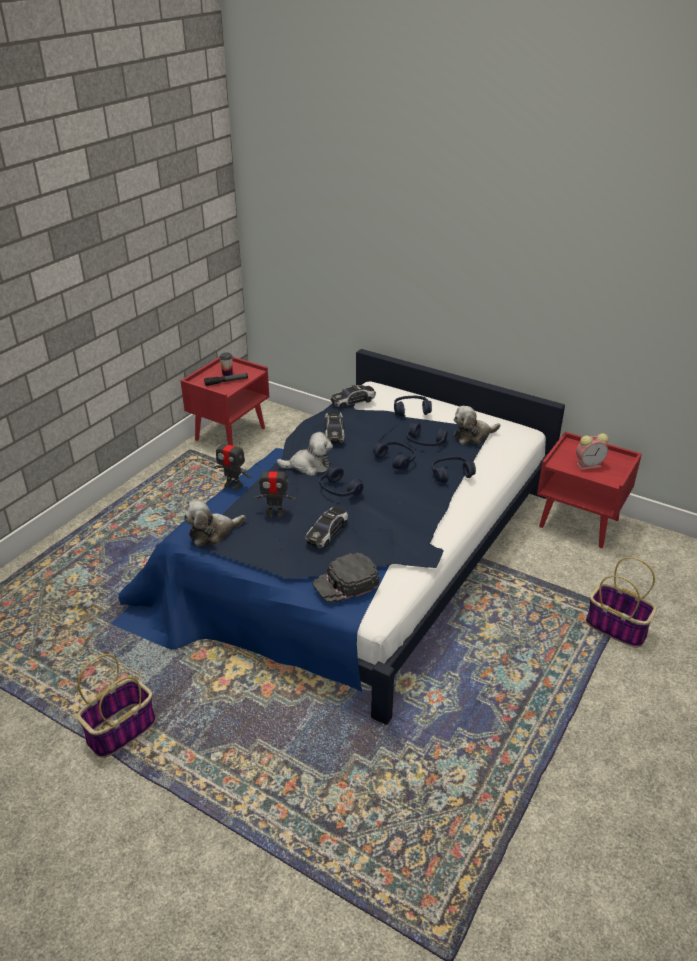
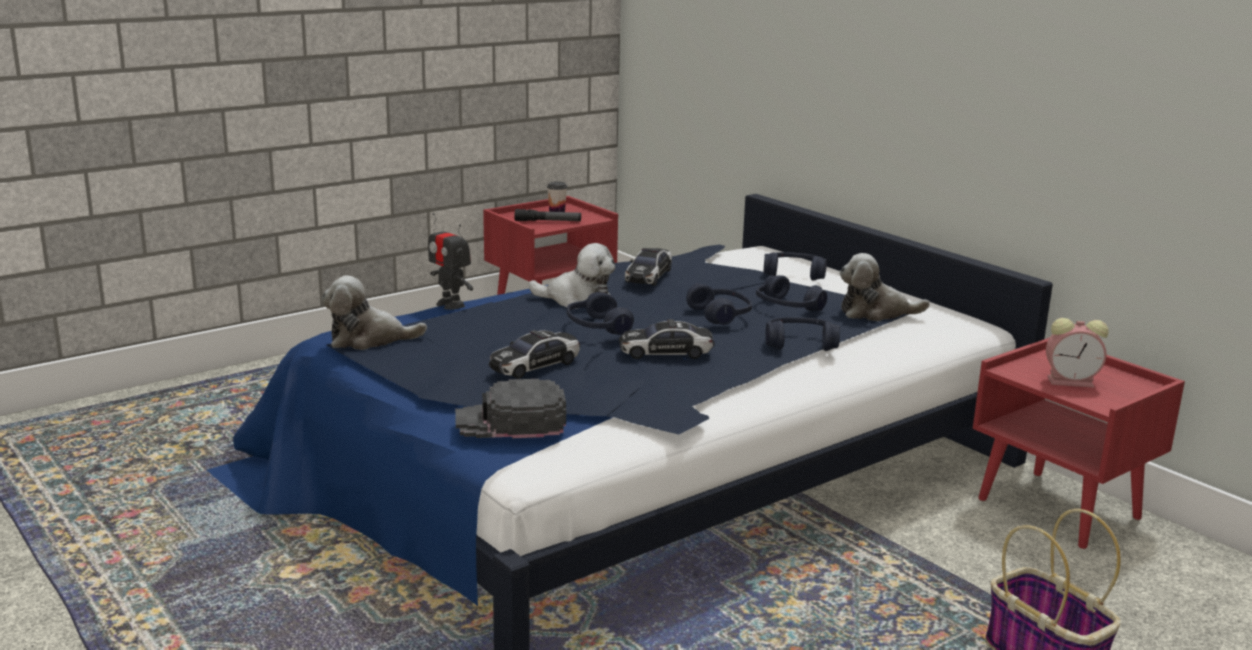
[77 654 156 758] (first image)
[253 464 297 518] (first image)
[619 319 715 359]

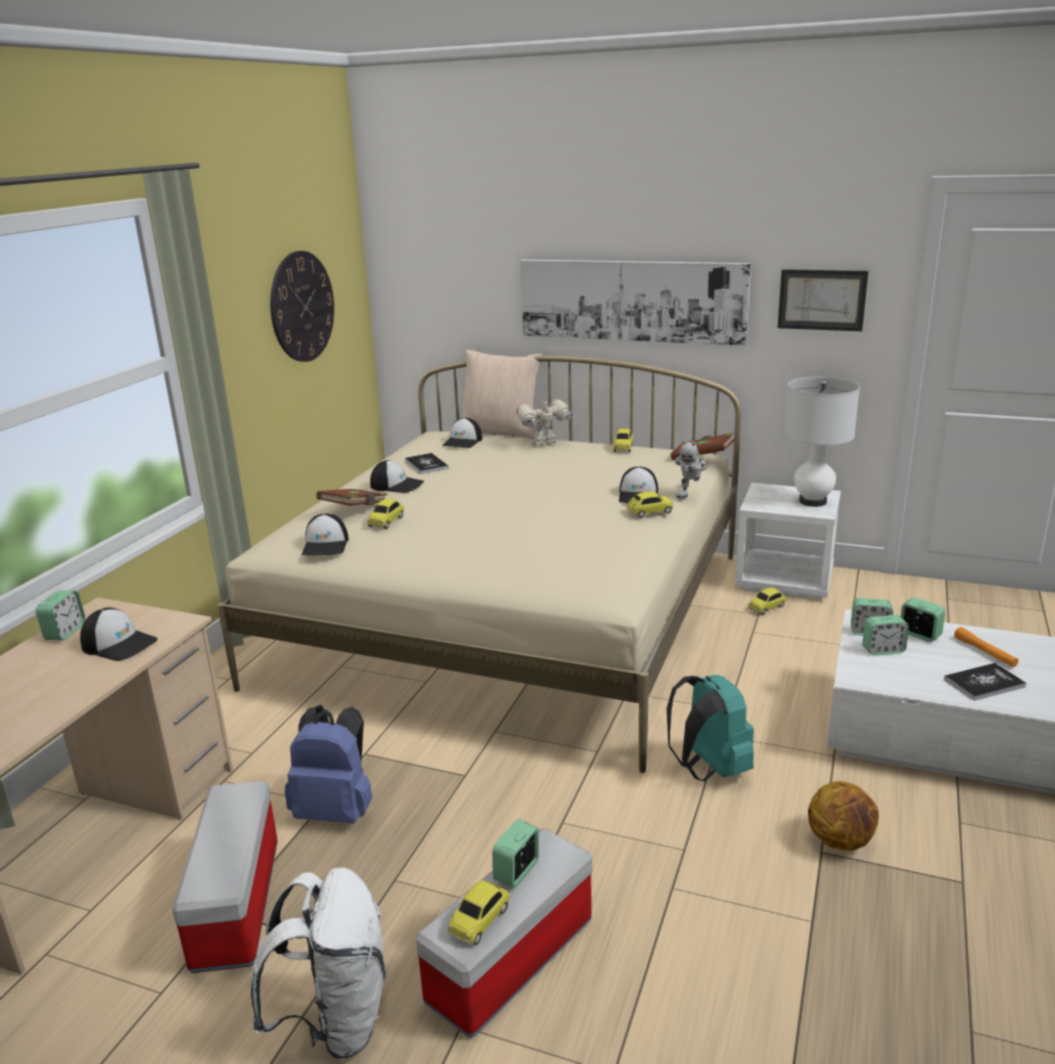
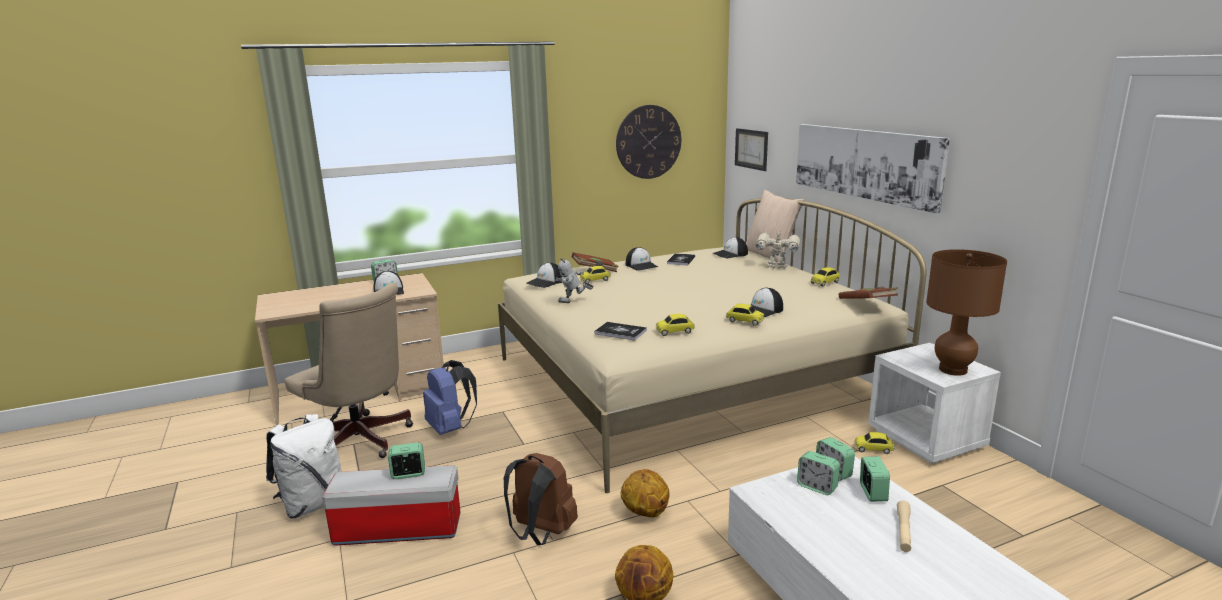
[285 282 413 458]
[656 314 695 336]
[621 469 670 517]
[555 258 594 303]
[735 128 768 171]
[926 249 1007 376]
[594 322 647 341]
[897 501 911 552]
[504 453 578 545]

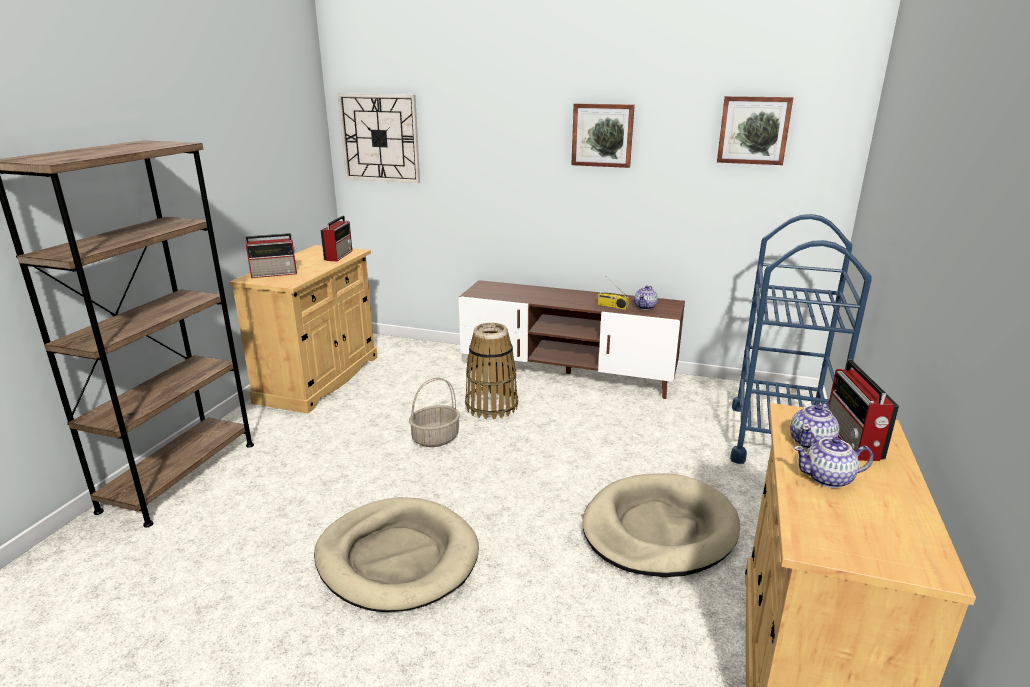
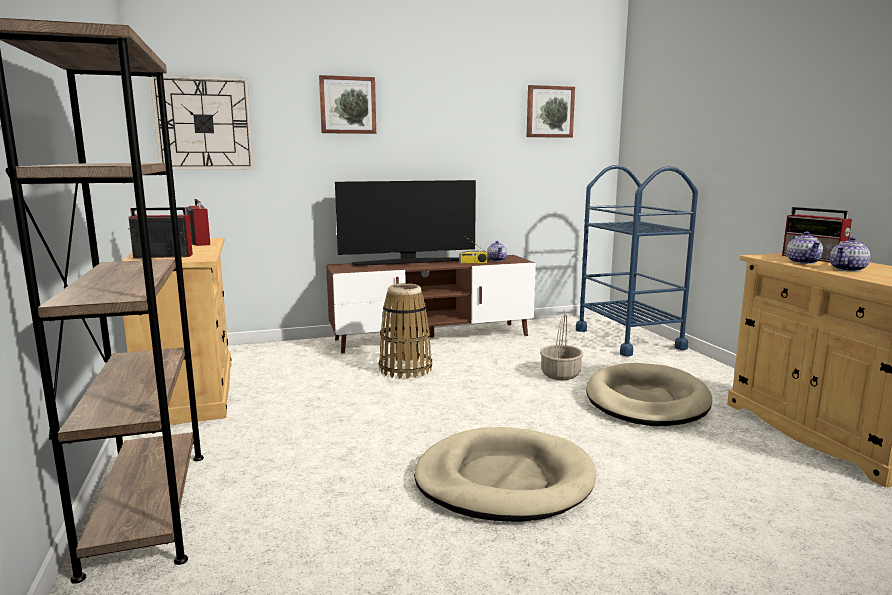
[128 207 193 258]
[540 313 583 380]
[319 75 376 134]
[335 180 476 266]

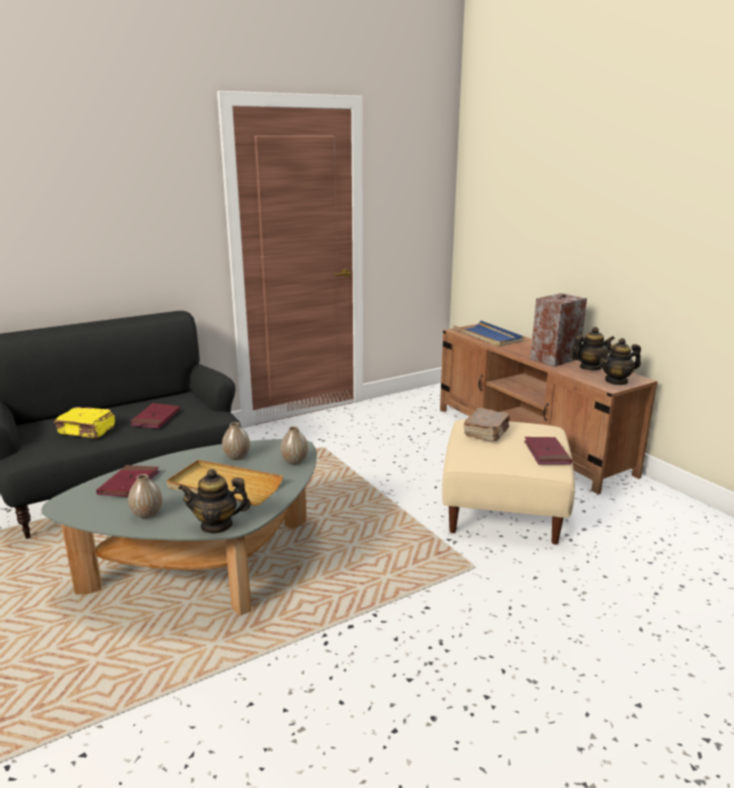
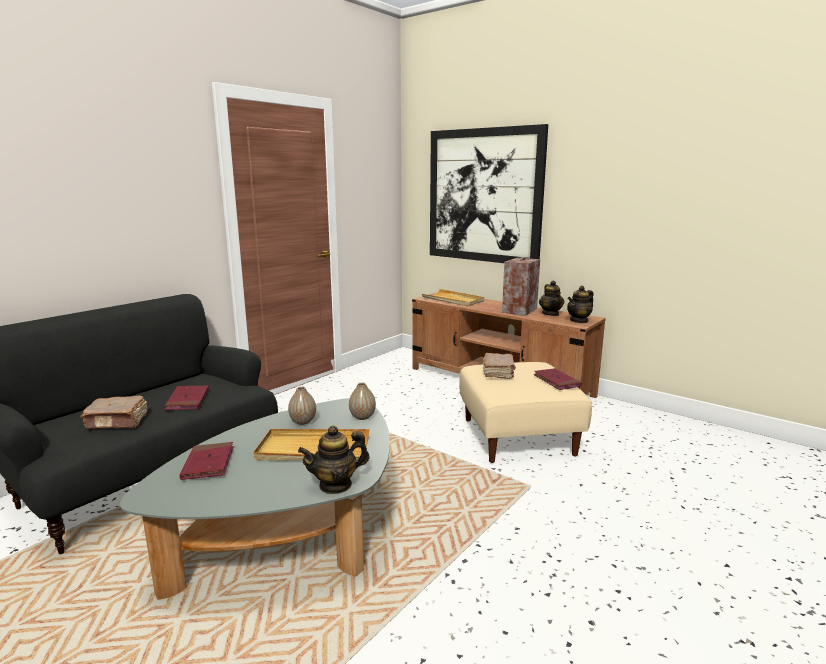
[80 396 147 429]
[128 474 162 519] (first image)
[422 289 484 306]
[539 281 565 316]
[430 124 548 263]

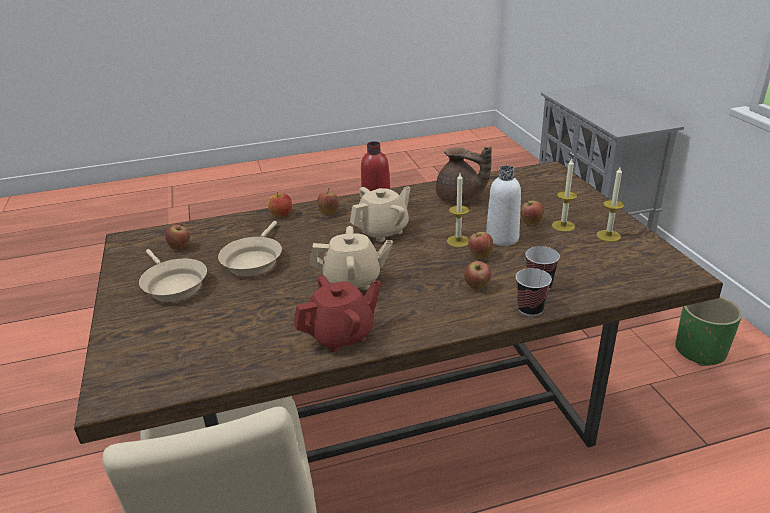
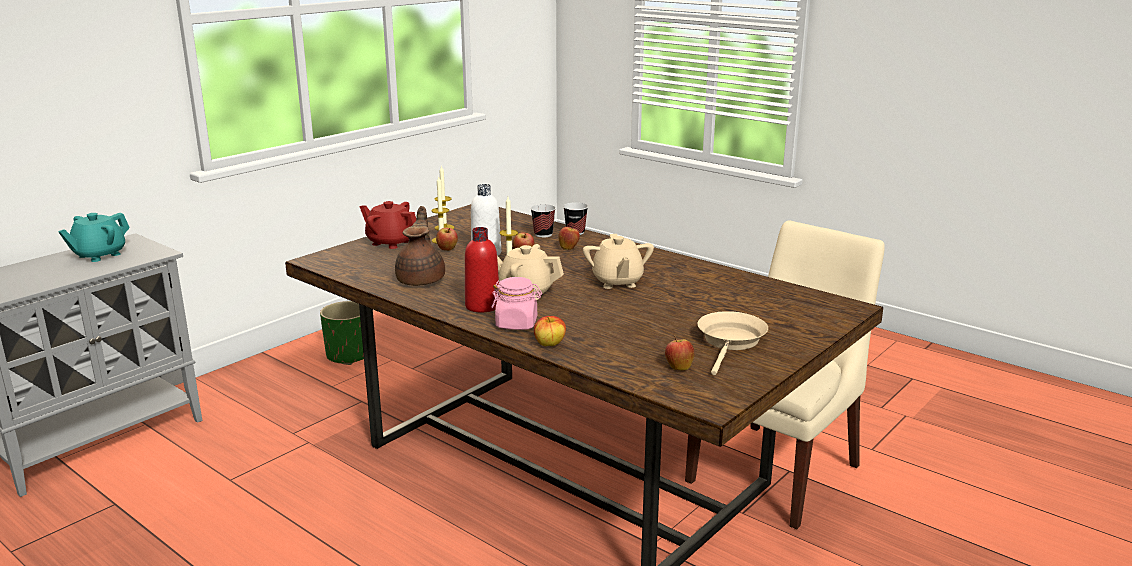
[218 221 282 276] (first image)
[360 201 416 249]
[583 234 654 289]
[491 277 542 330]
[58 213 130 262]

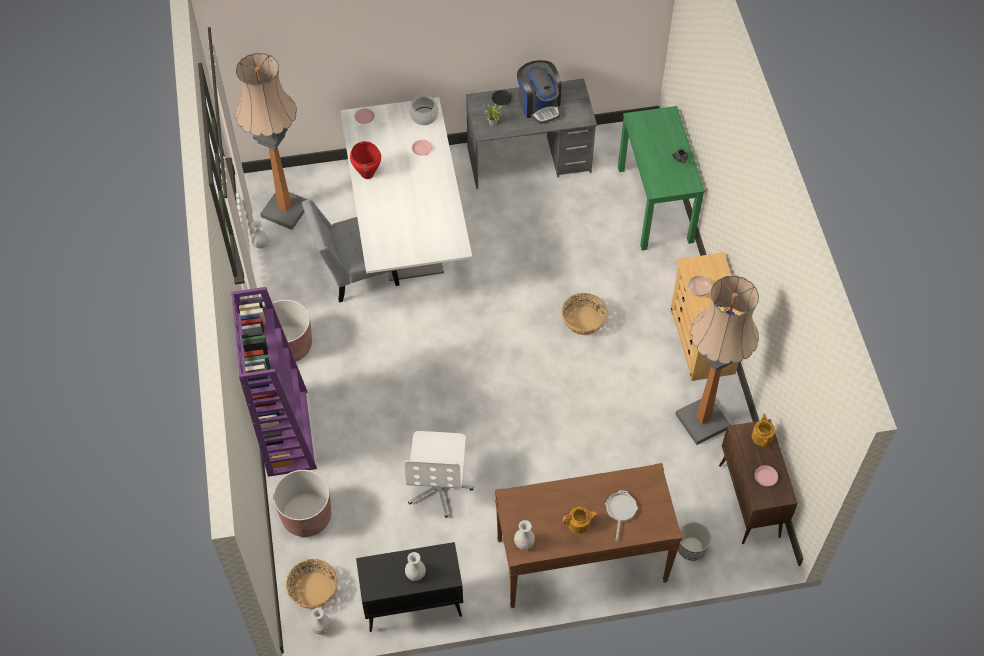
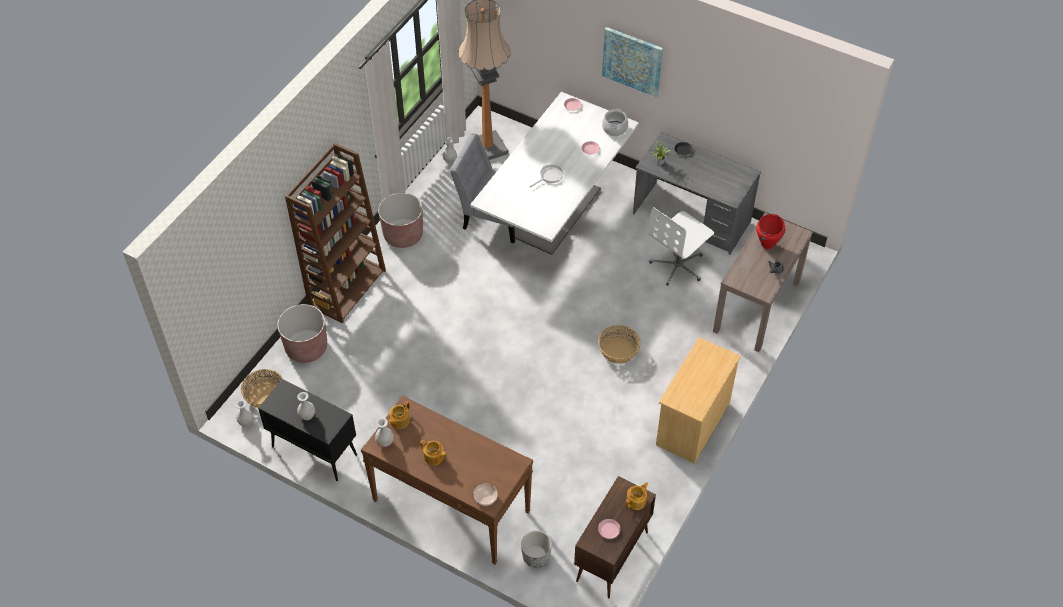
[285 143 386 323]
[756 214 785 249]
[648 207 714 286]
[517 60 562 124] (first image)
[530 164 564 187]
[713 213 813 352]
[675 276 759 445] (first image)
[473 484 498 506]
[388 401 410 429]
[602 27 663 97]

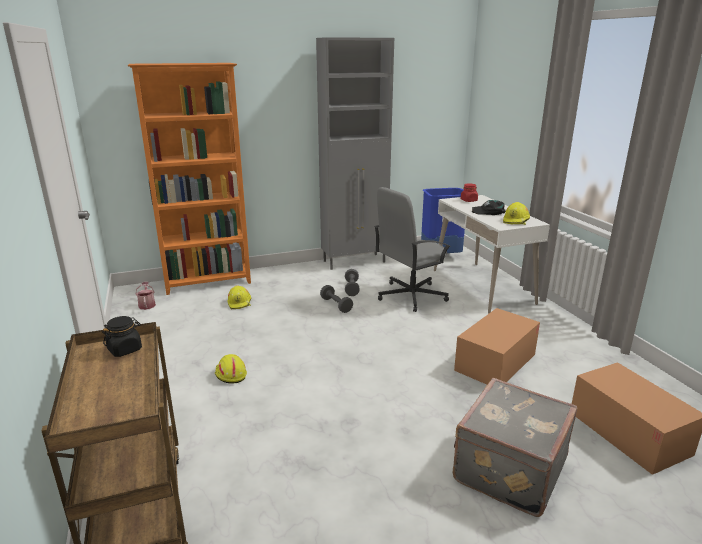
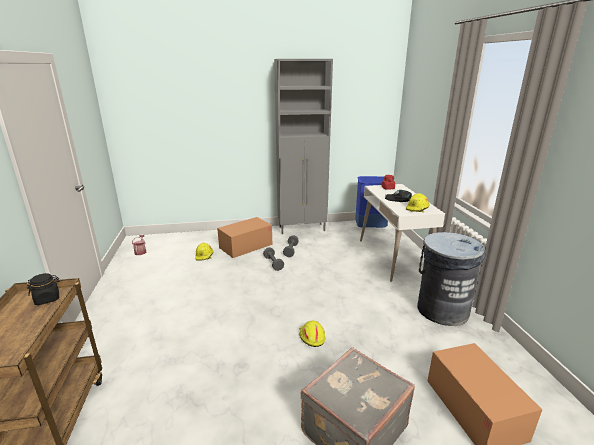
[128 63 251 295] (first image)
[299 321 326 347]
[374 187 451 312] (first image)
[217 217 272 258]
[417 232 486 326]

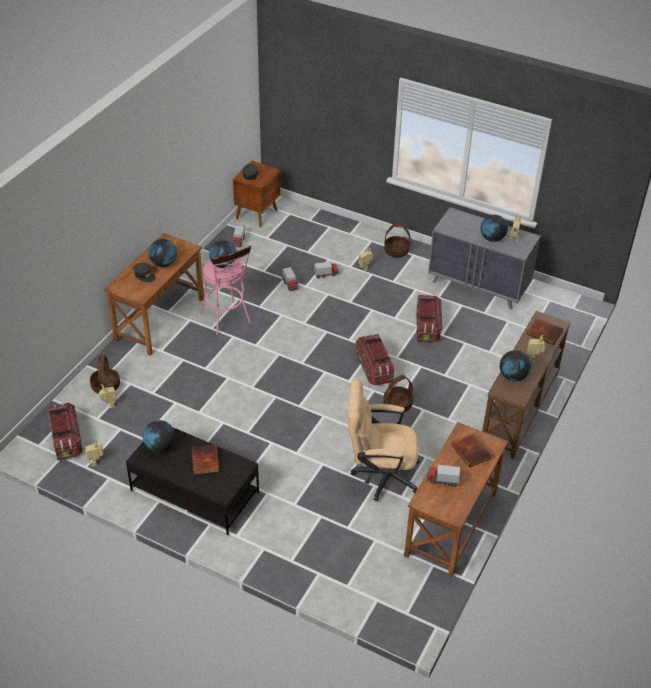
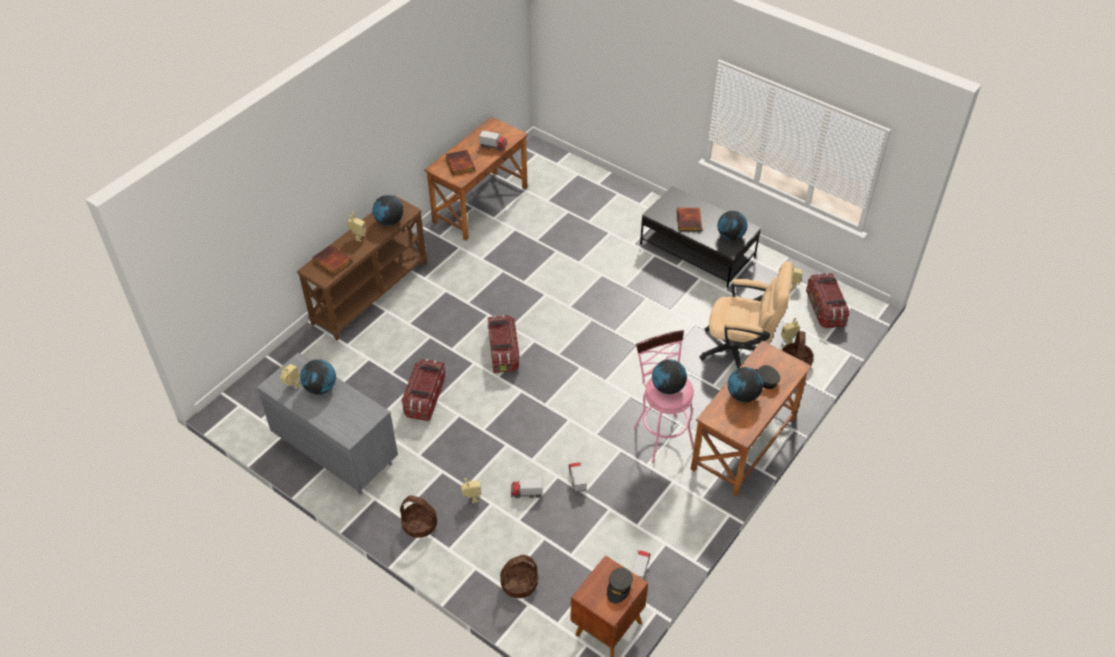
[699 261 793 368]
[500 555 538 598]

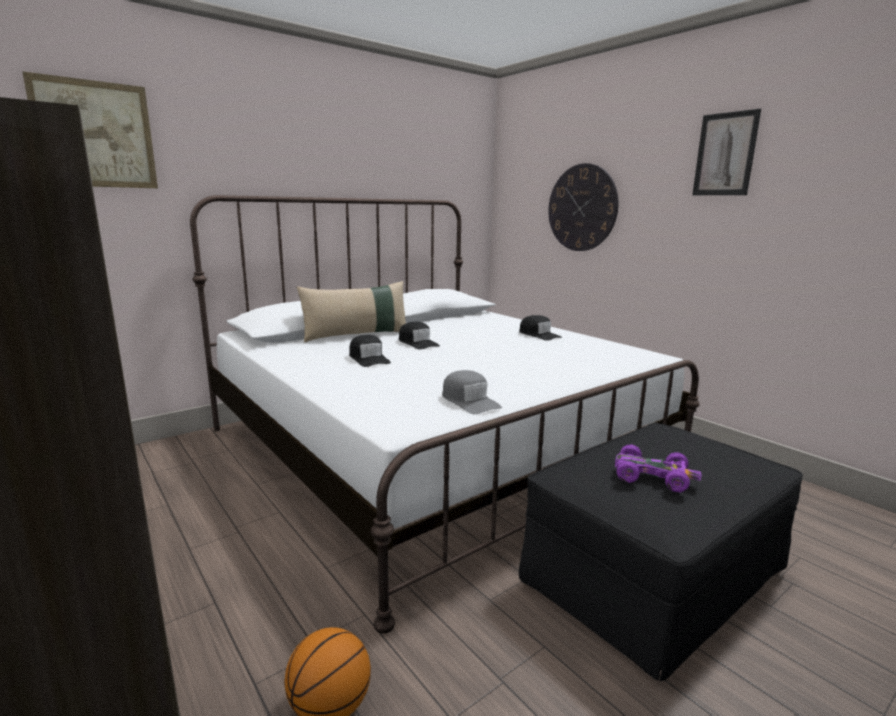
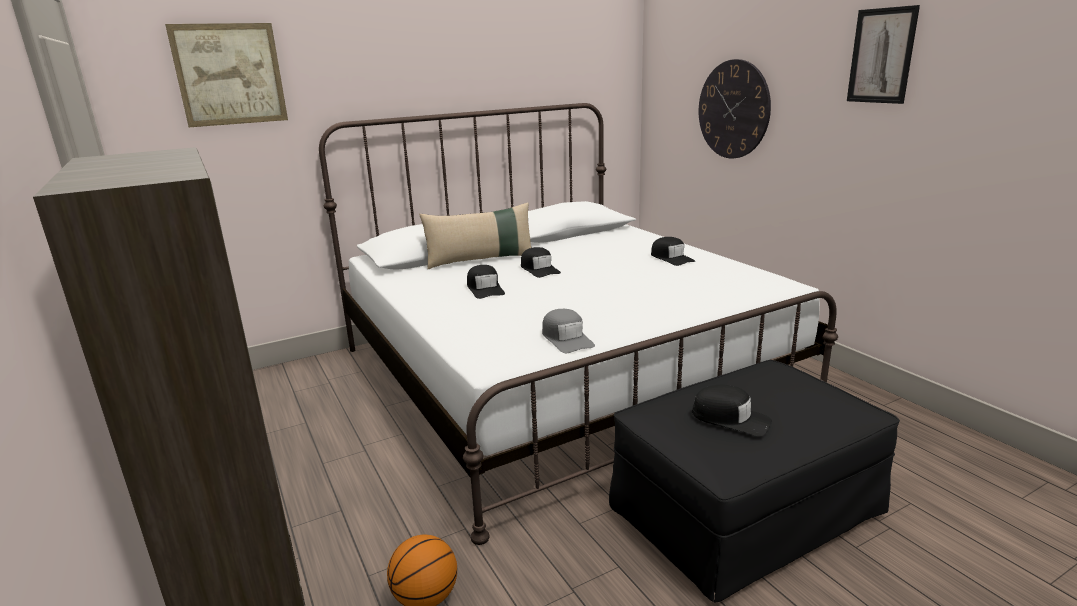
[692 385 772 436]

